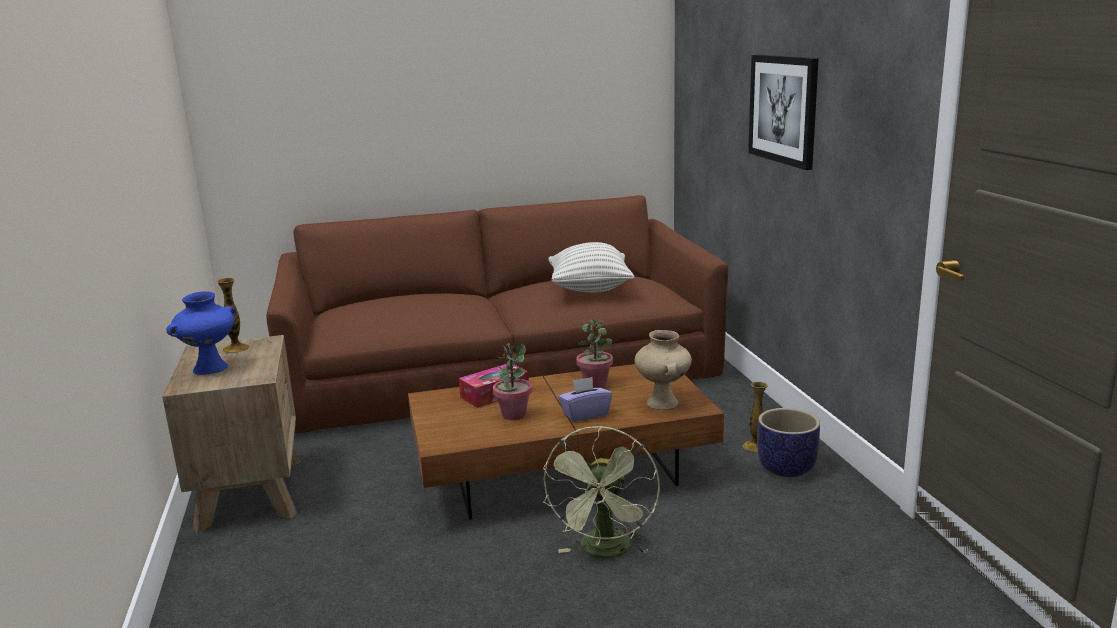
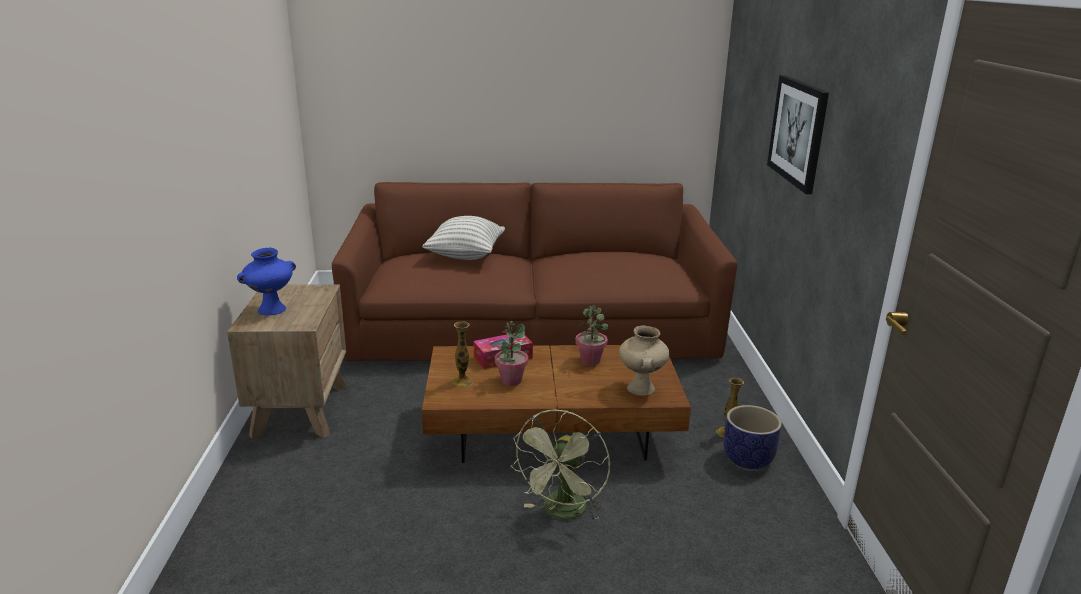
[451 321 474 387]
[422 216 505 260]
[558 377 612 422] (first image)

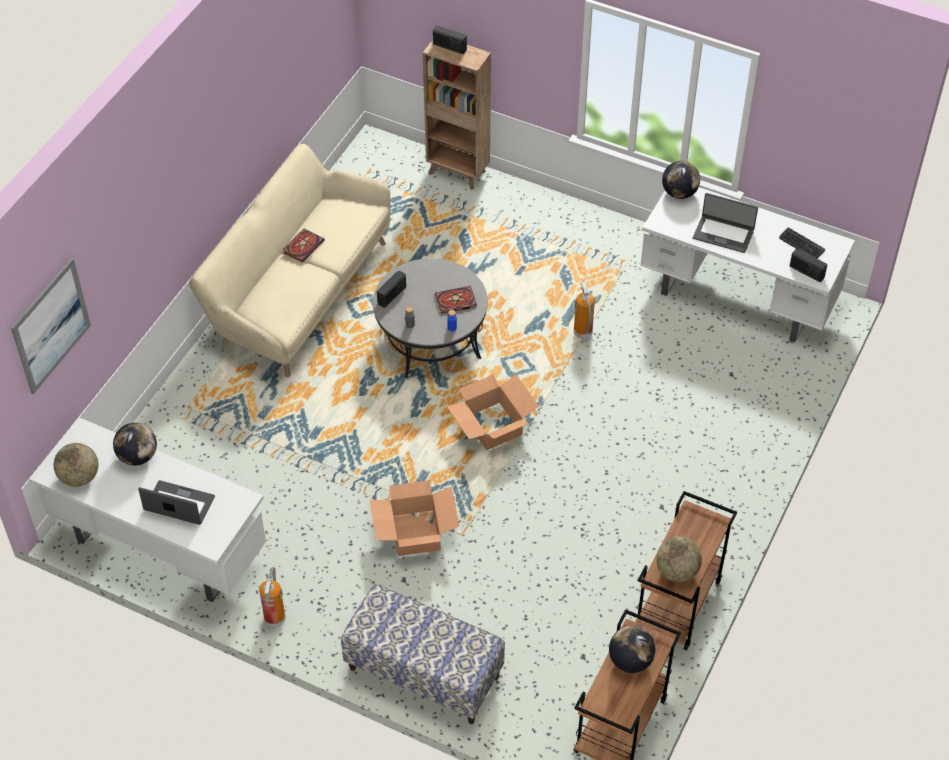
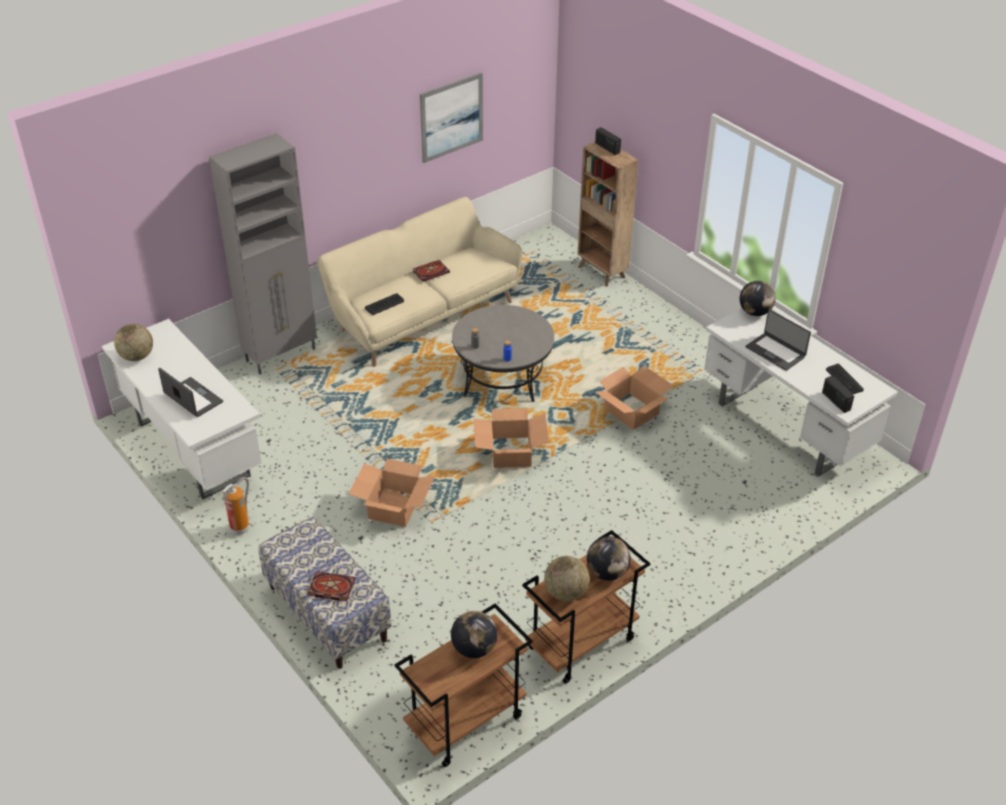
[420 73 483 163]
[587 536 631 581]
[377 271 406 308] (first image)
[308 571 355 601]
[595 366 673 430]
[209 133 317 375]
[365 293 404 315]

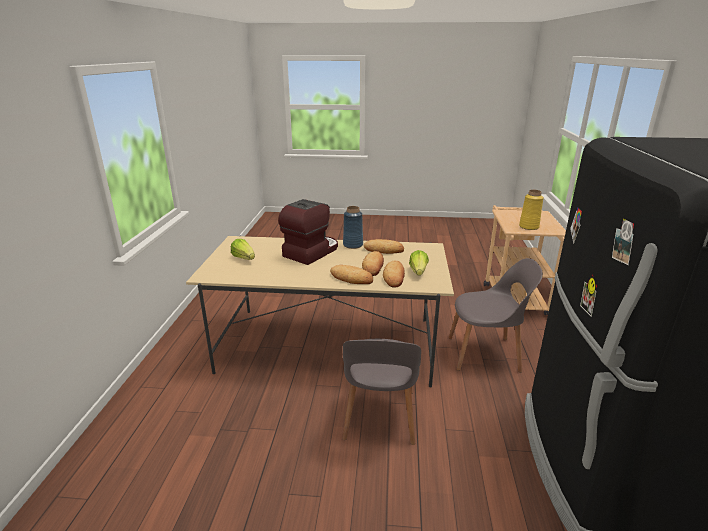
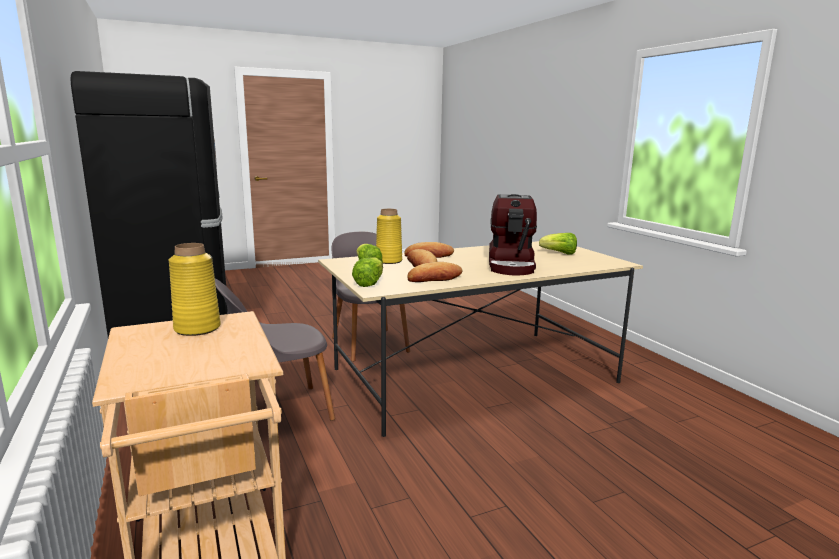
[343 206 363 249] (first image)
[376 209 402 264]
[352 257 383 287]

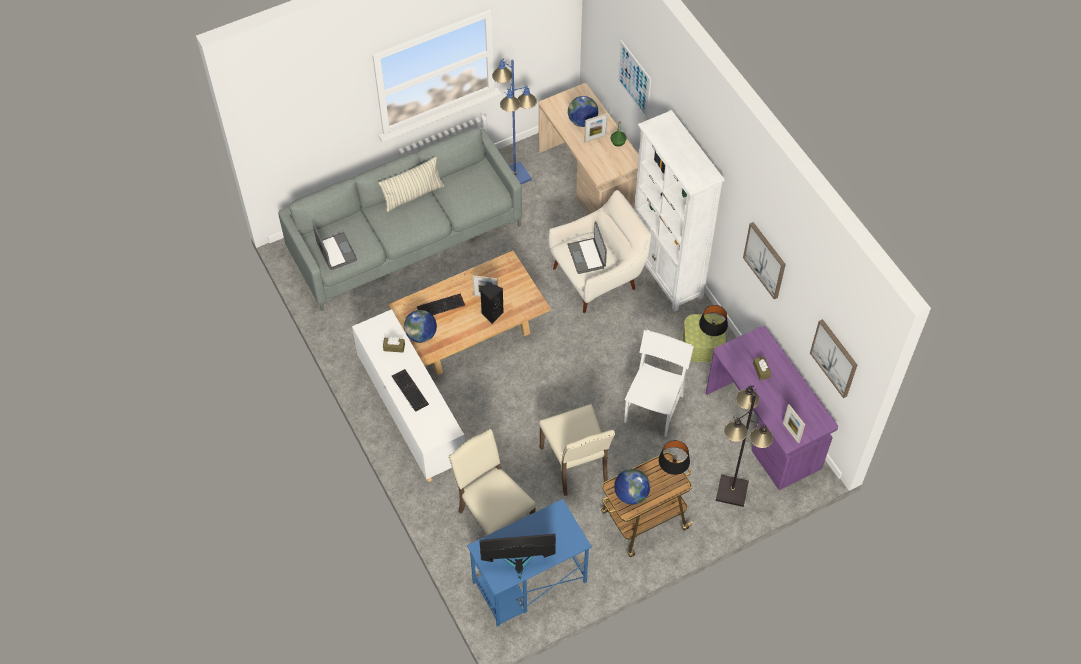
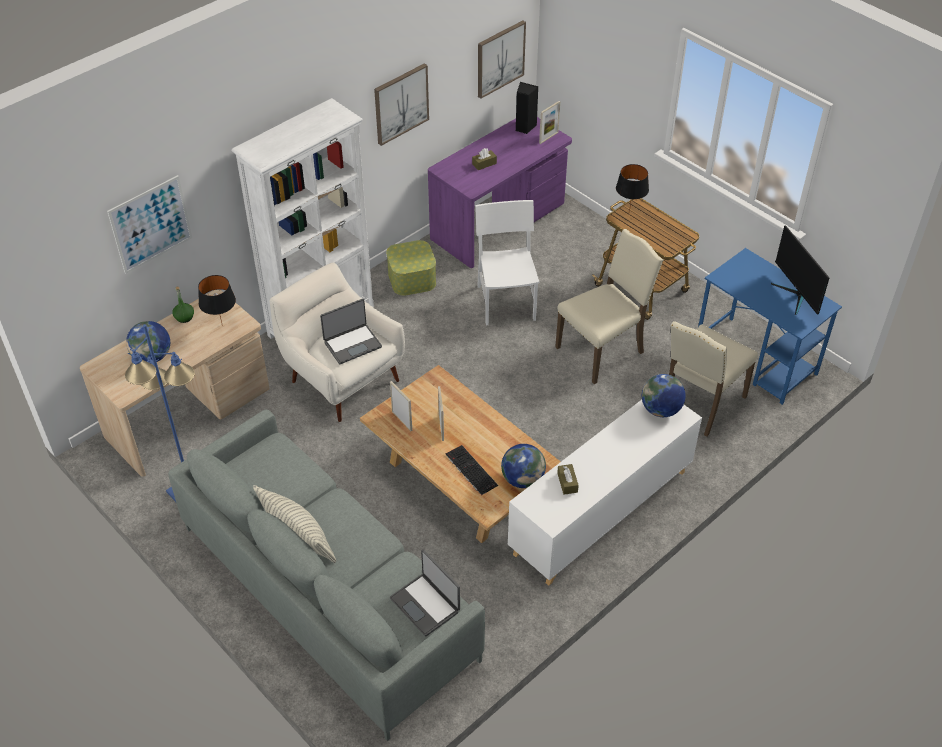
[390 549 460 636]
[392 369 429 412] (first image)
[516 82 539 134]
[390 381 412 431]
[642 374 686 417]
[475 200 540 325]
[198 275 236 326]
[716 385 773 507] (first image)

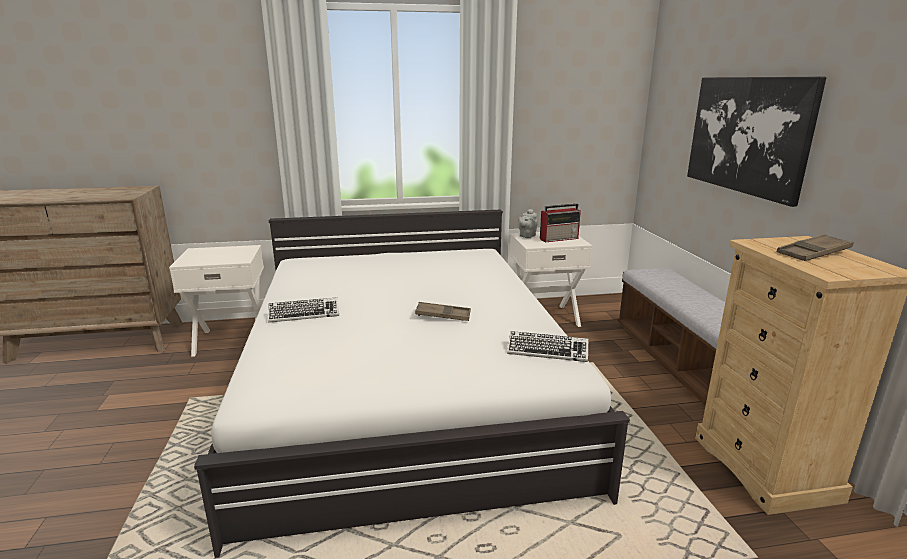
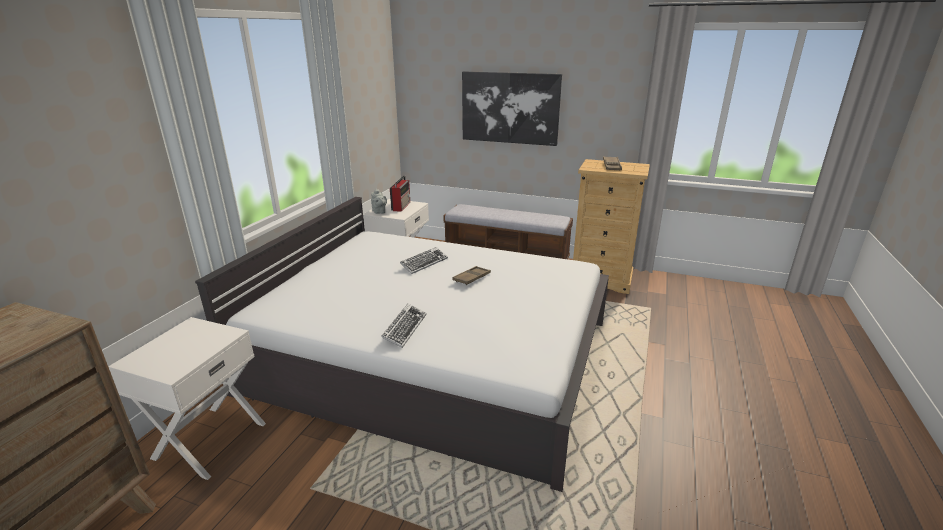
[400 247 448 274]

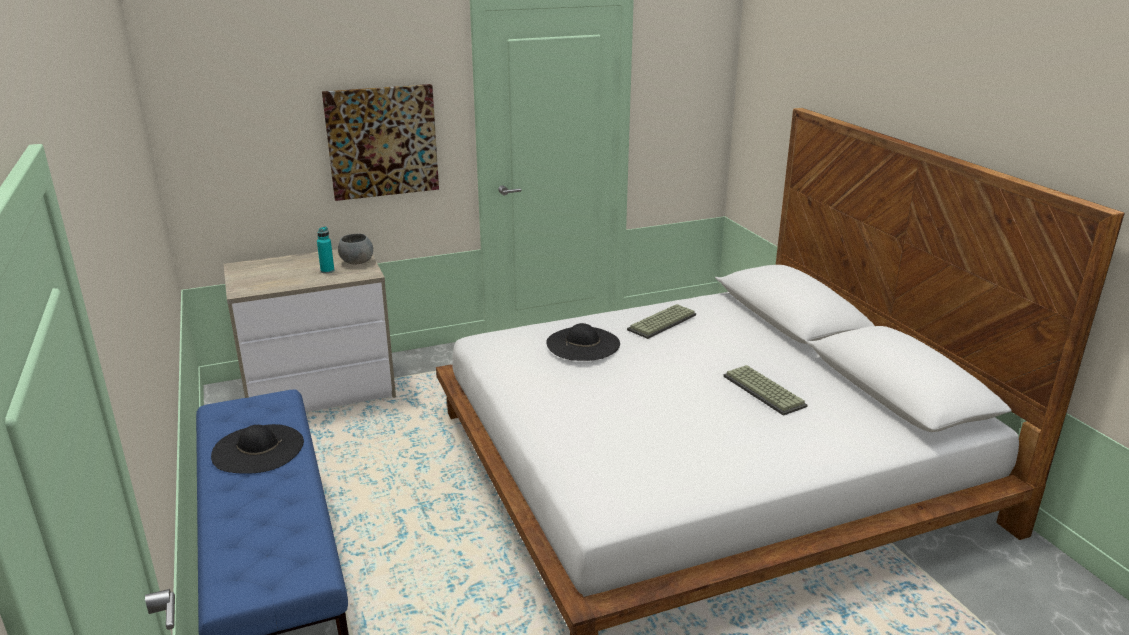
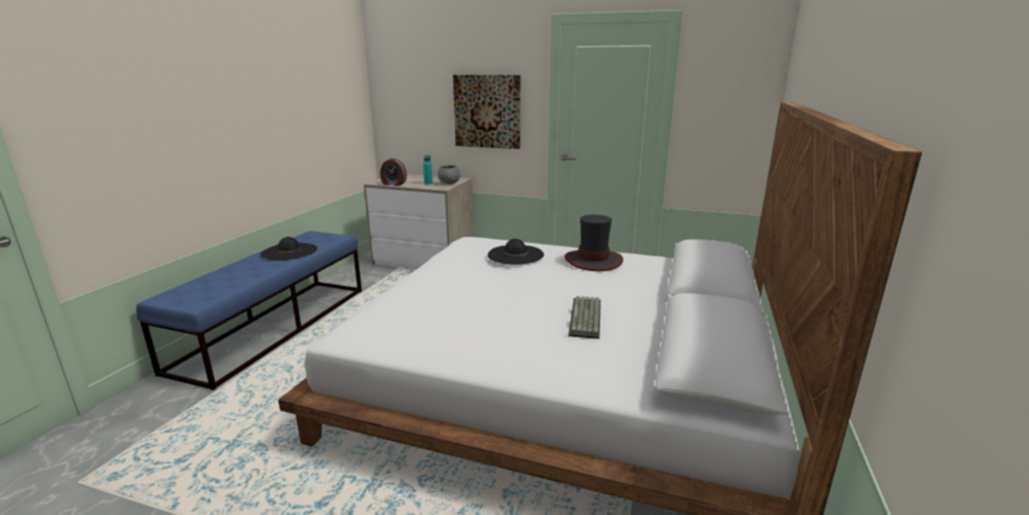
[565 215 623 271]
[380 158 407 186]

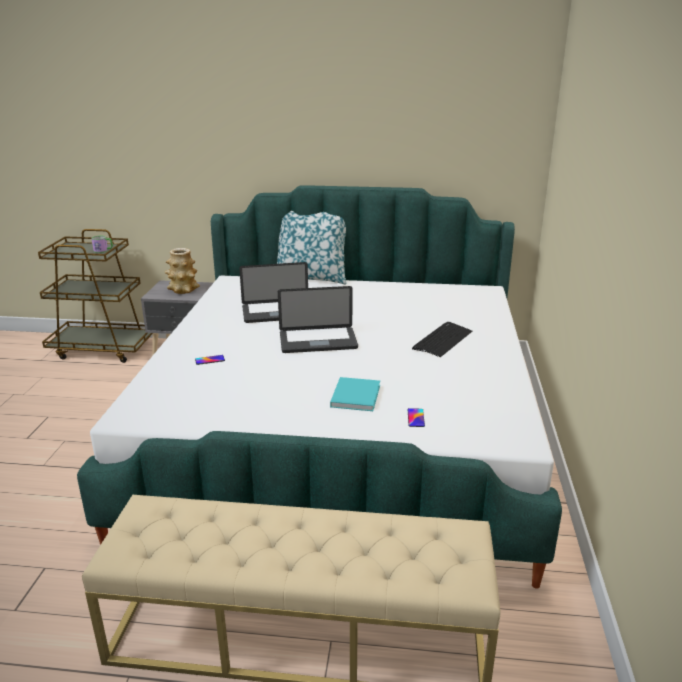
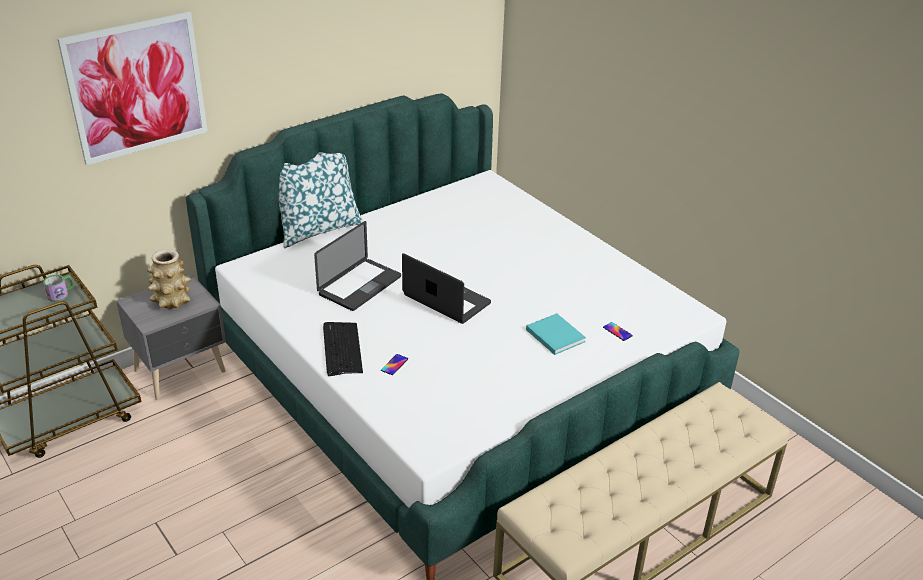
[402 253 491 324]
[323 322 363 376]
[58 11 208 165]

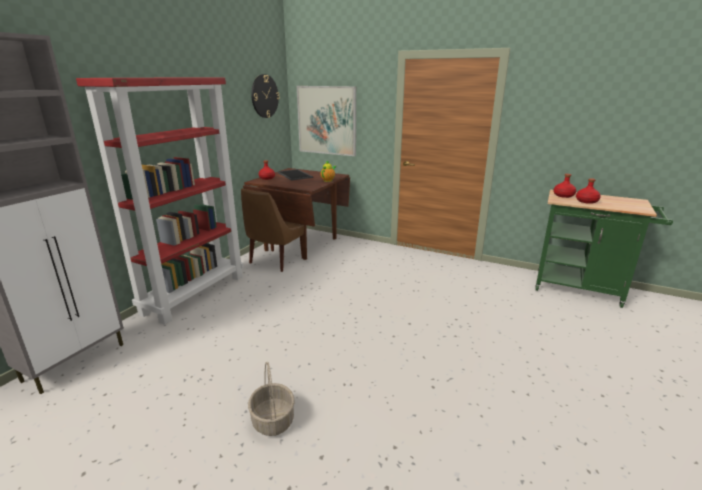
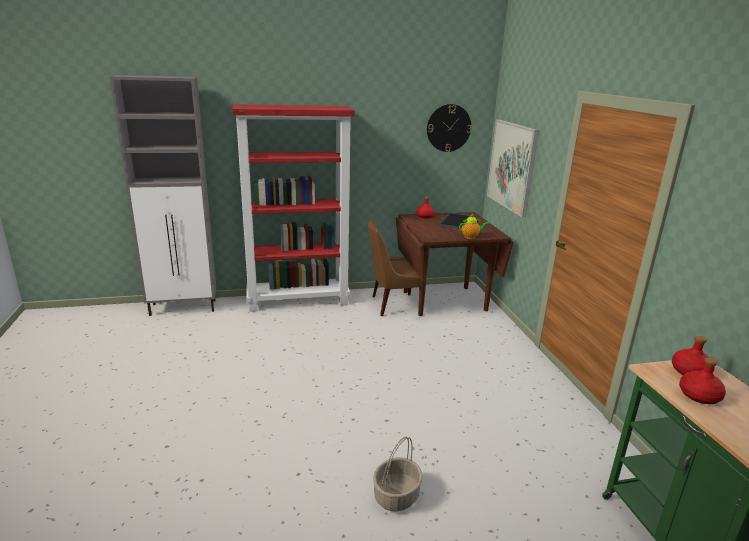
[373 437 423 512]

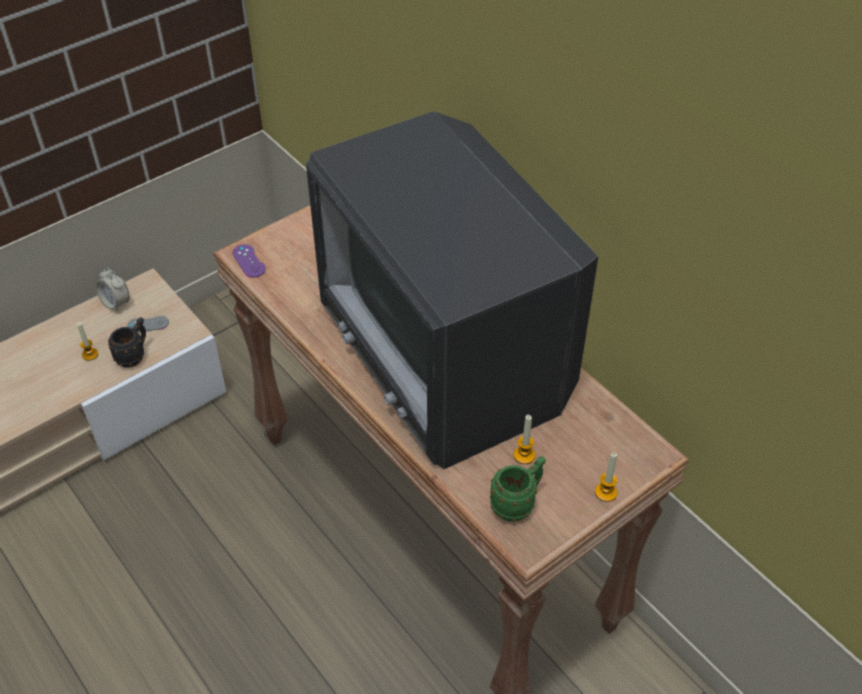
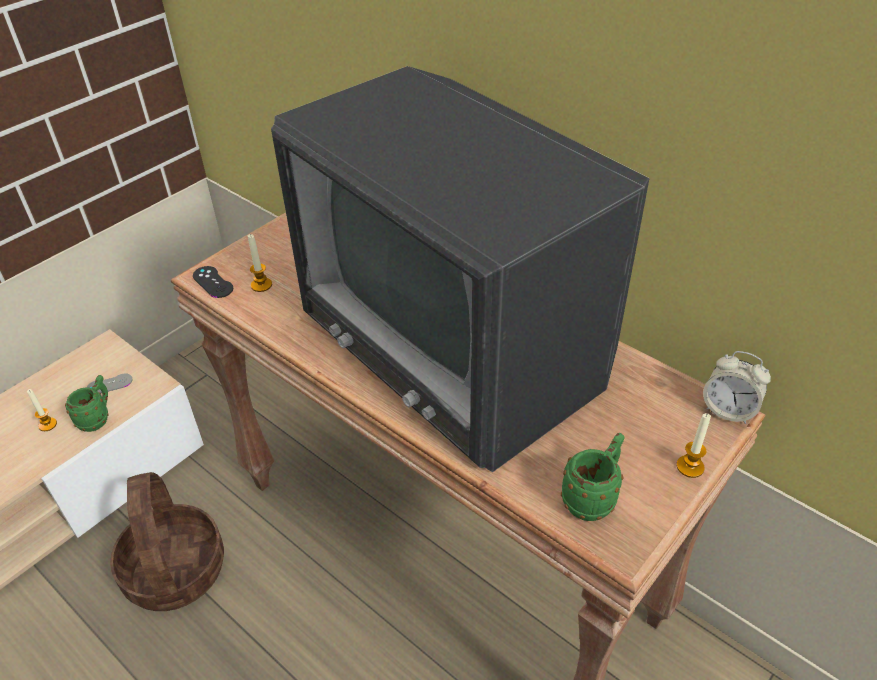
[703 351 771 424]
[65 375 109 432]
[193 266 234 298]
[248 234 272 292]
[110 472 224 611]

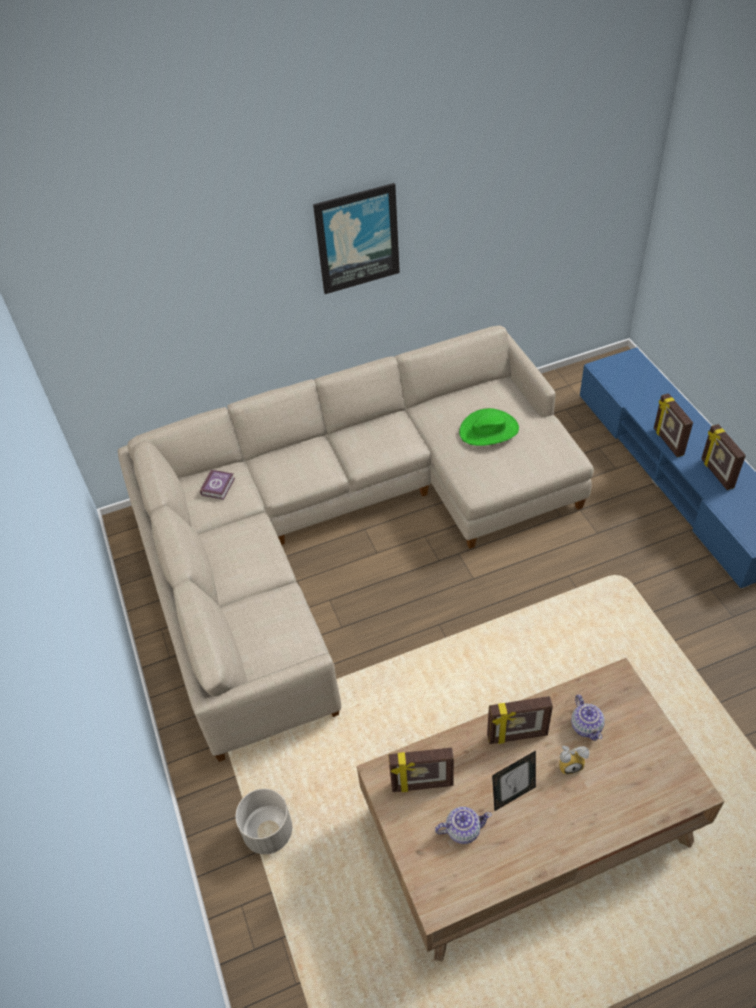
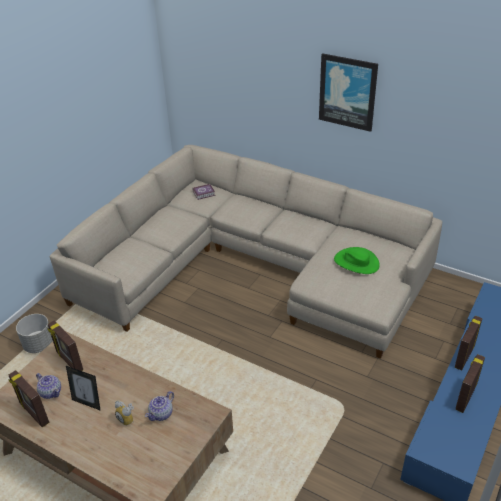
[8 370 49 427]

